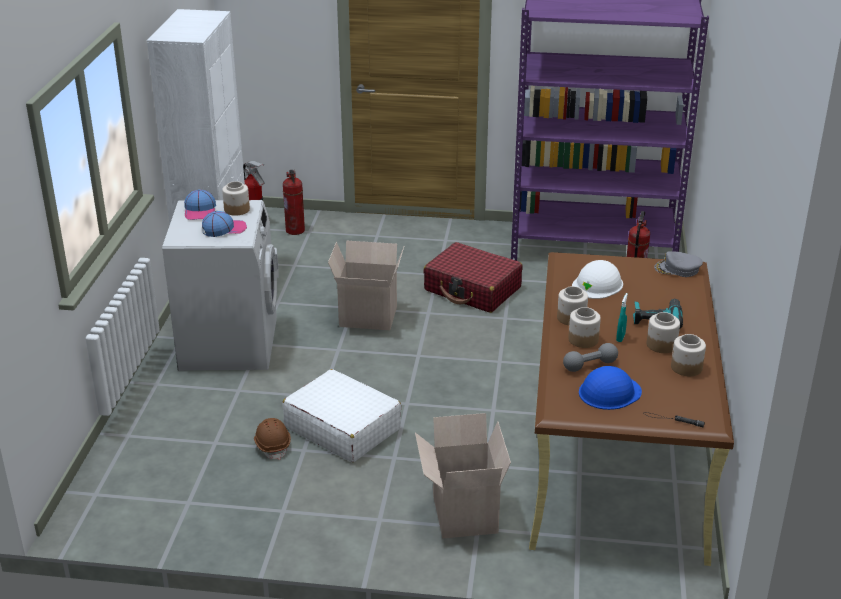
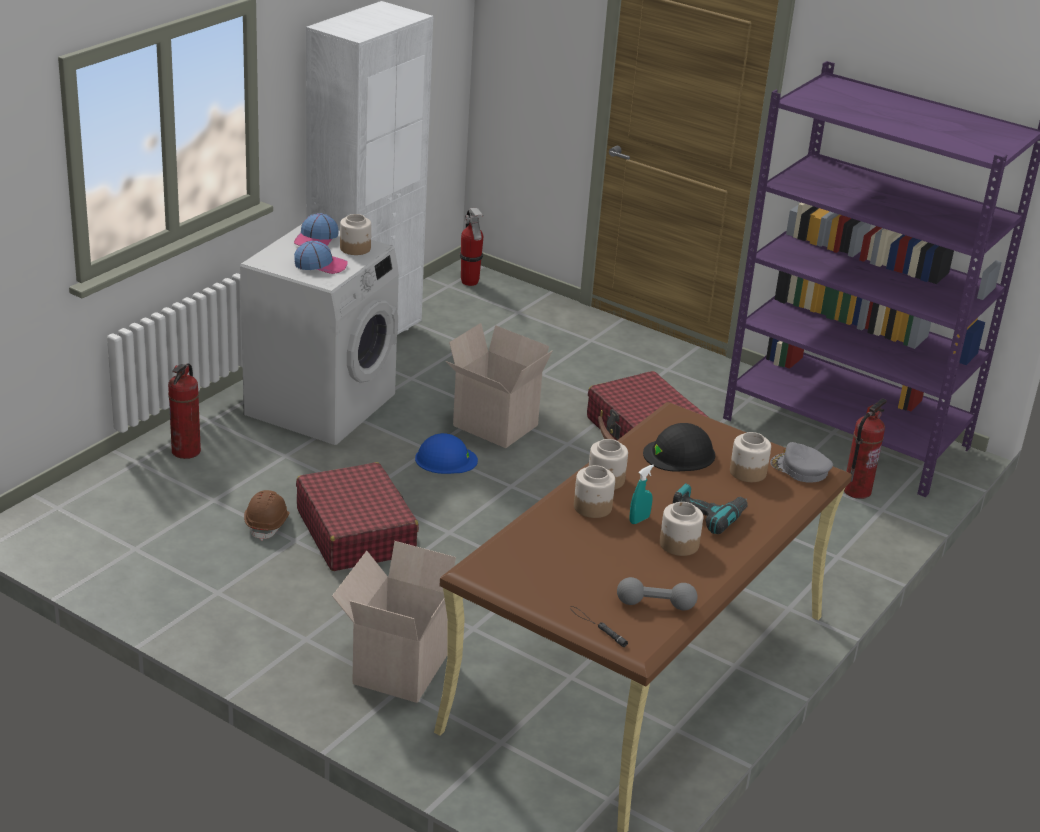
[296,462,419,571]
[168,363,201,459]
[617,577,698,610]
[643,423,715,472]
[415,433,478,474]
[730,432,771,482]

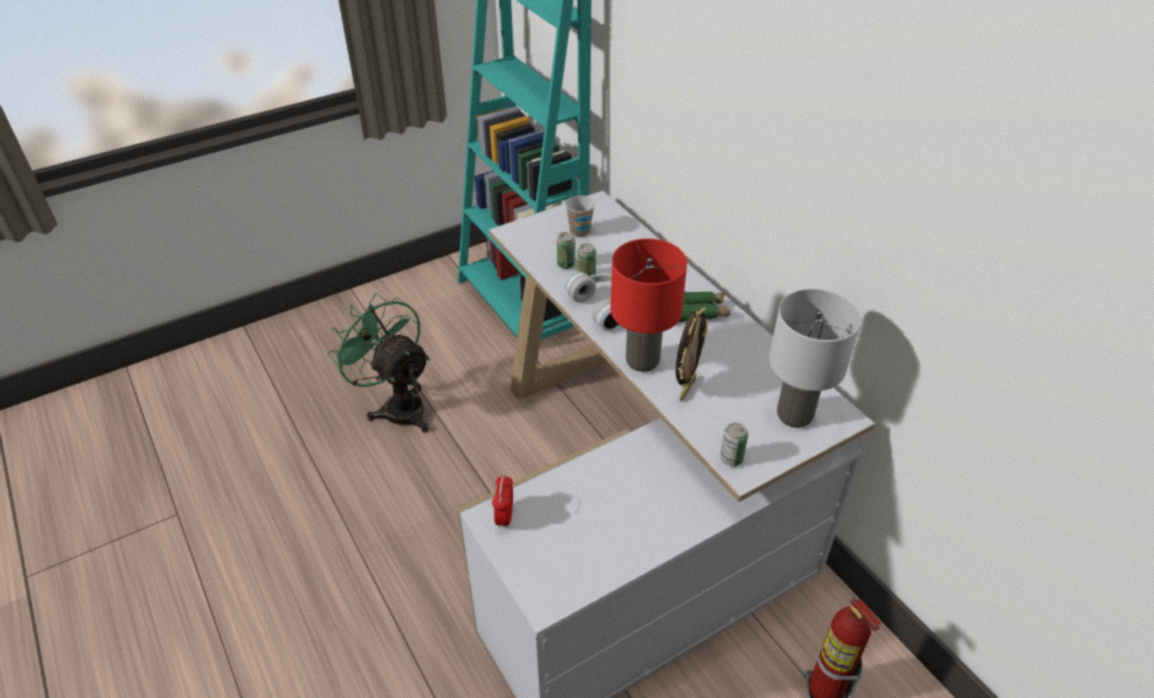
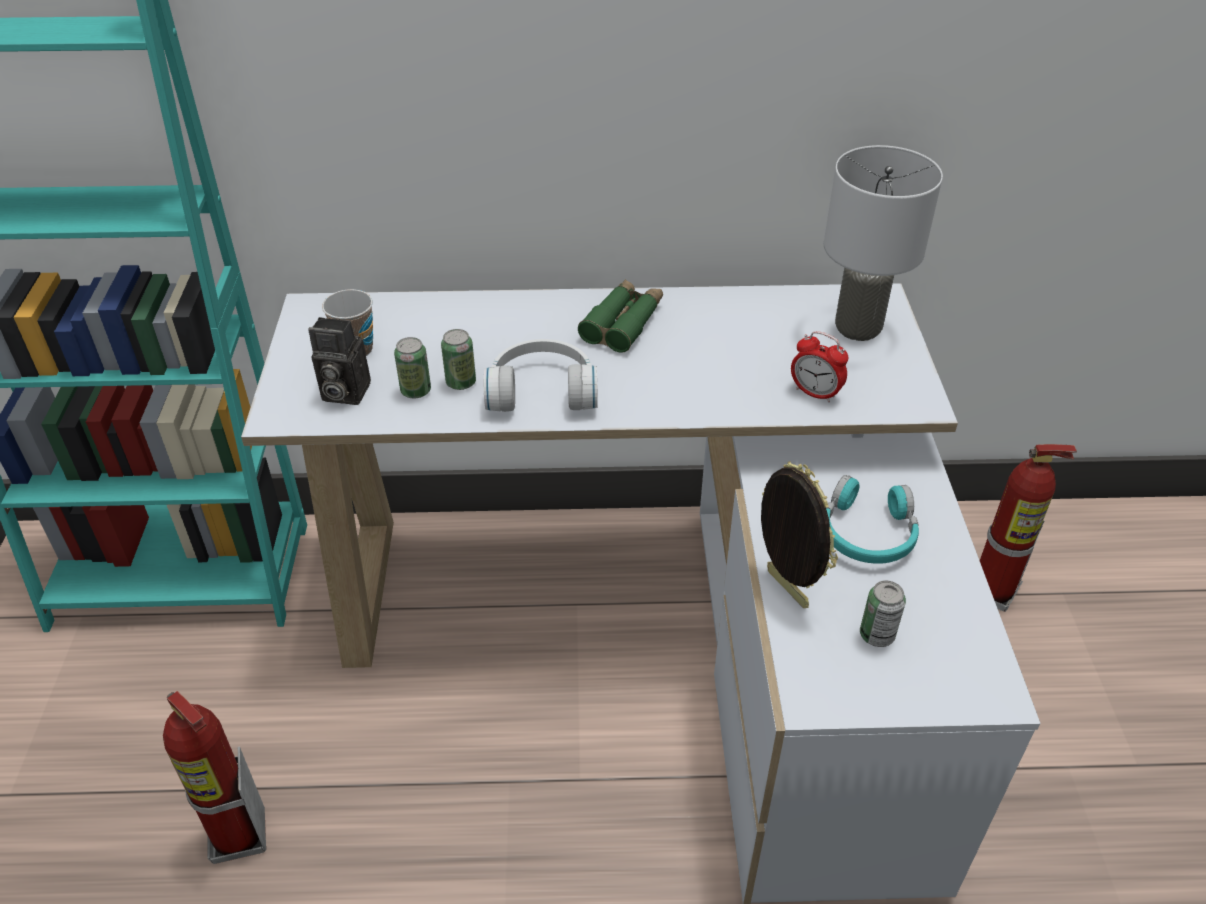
[163,691,266,864]
[791,331,849,403]
[611,239,687,372] (first image)
[761,461,838,608]
[860,581,906,647]
[308,317,371,405]
[826,475,919,564]

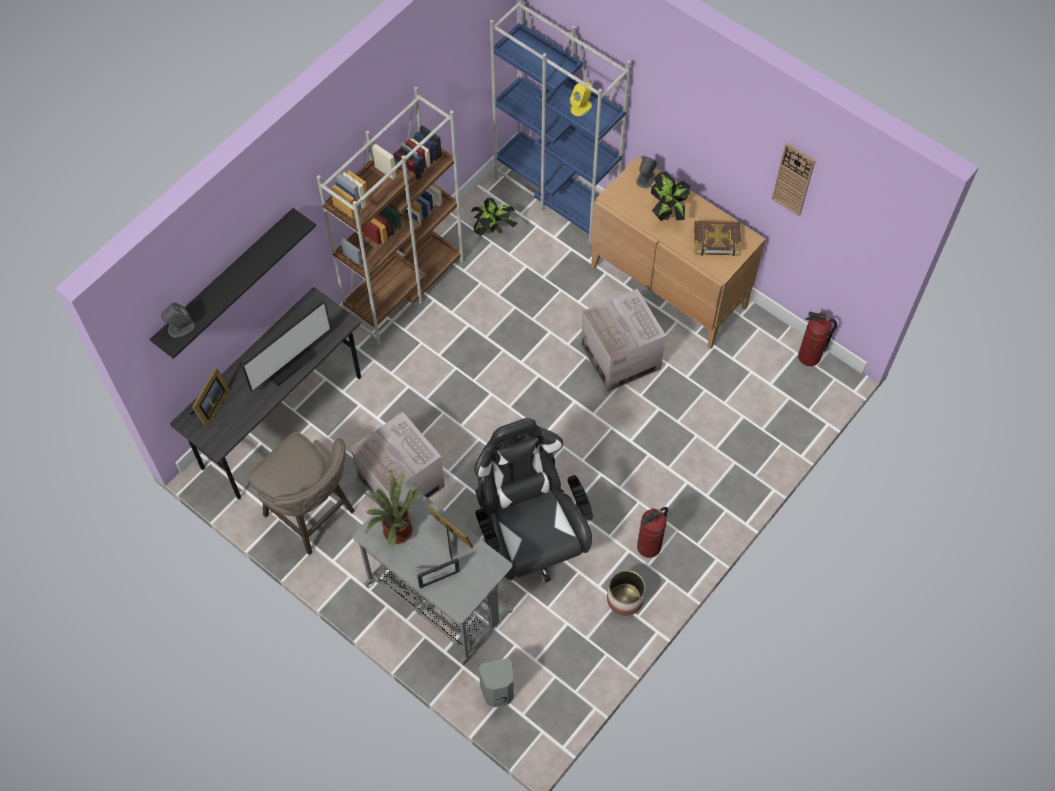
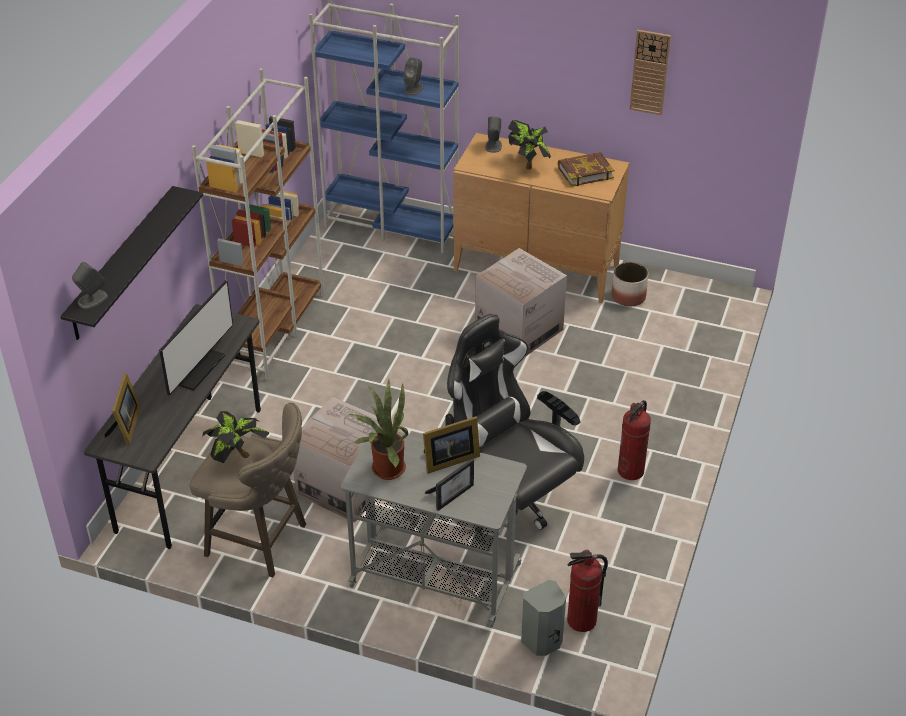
[423,416,480,474]
[202,411,270,463]
[403,57,424,96]
[611,262,648,306]
[567,550,608,632]

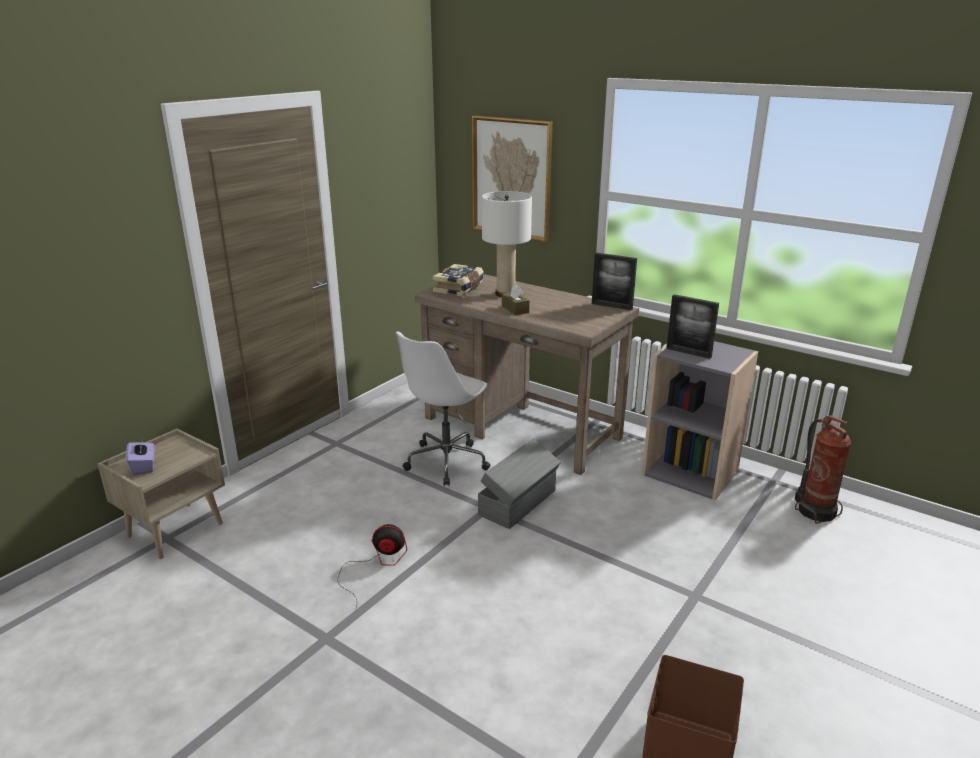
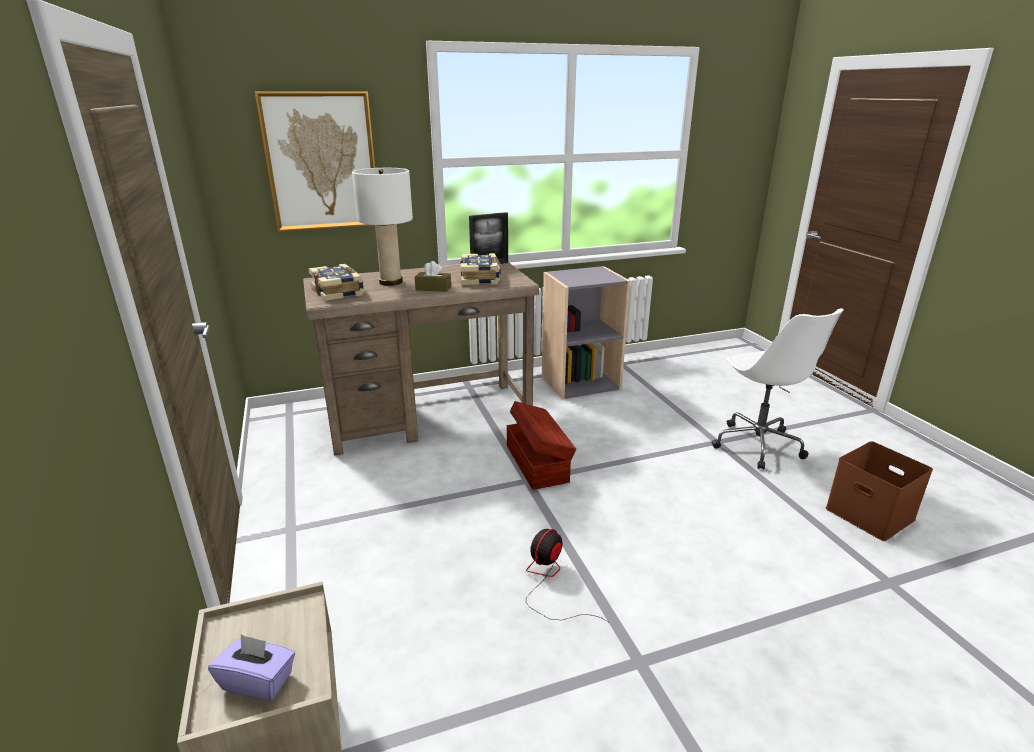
[711,308,844,469]
[507,401,576,490]
[666,294,719,359] (first image)
[795,415,851,524] (first image)
[461,253,501,285]

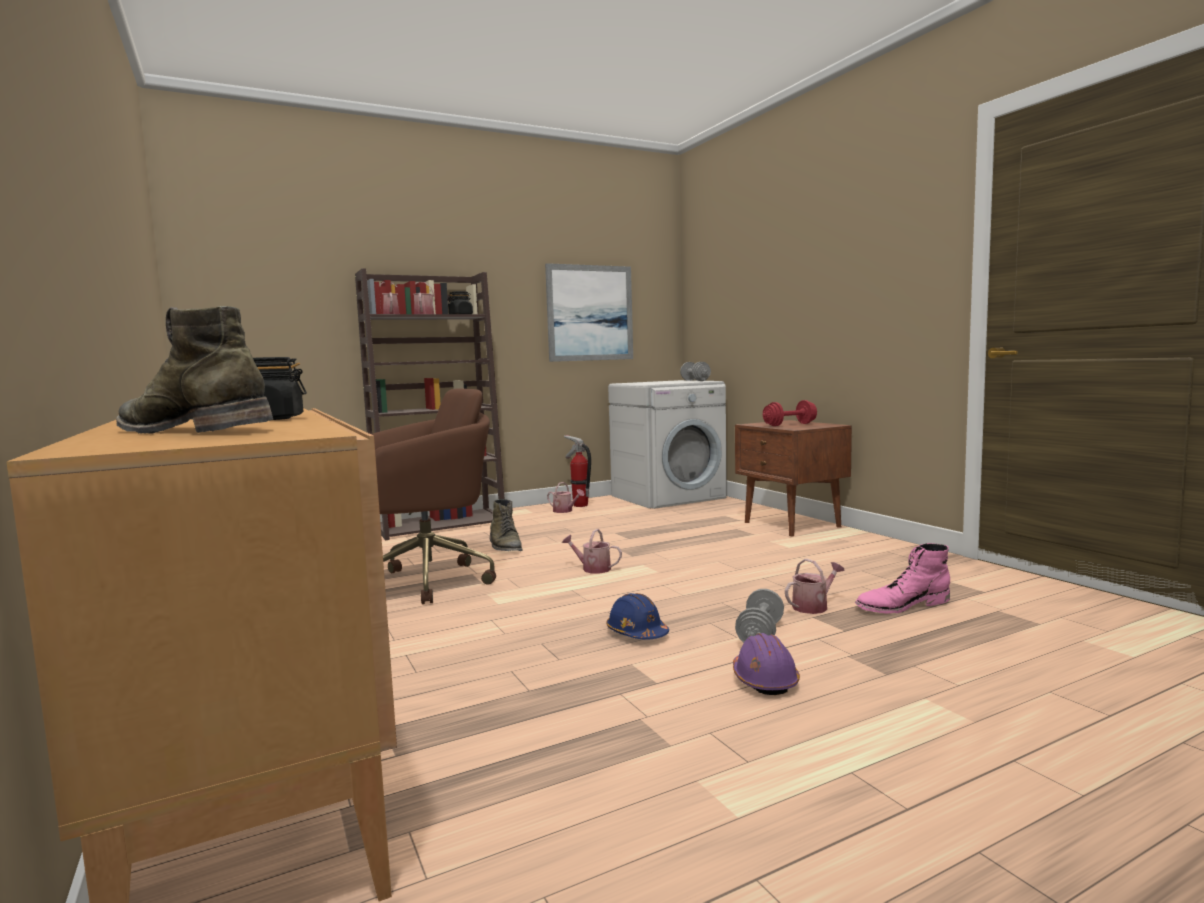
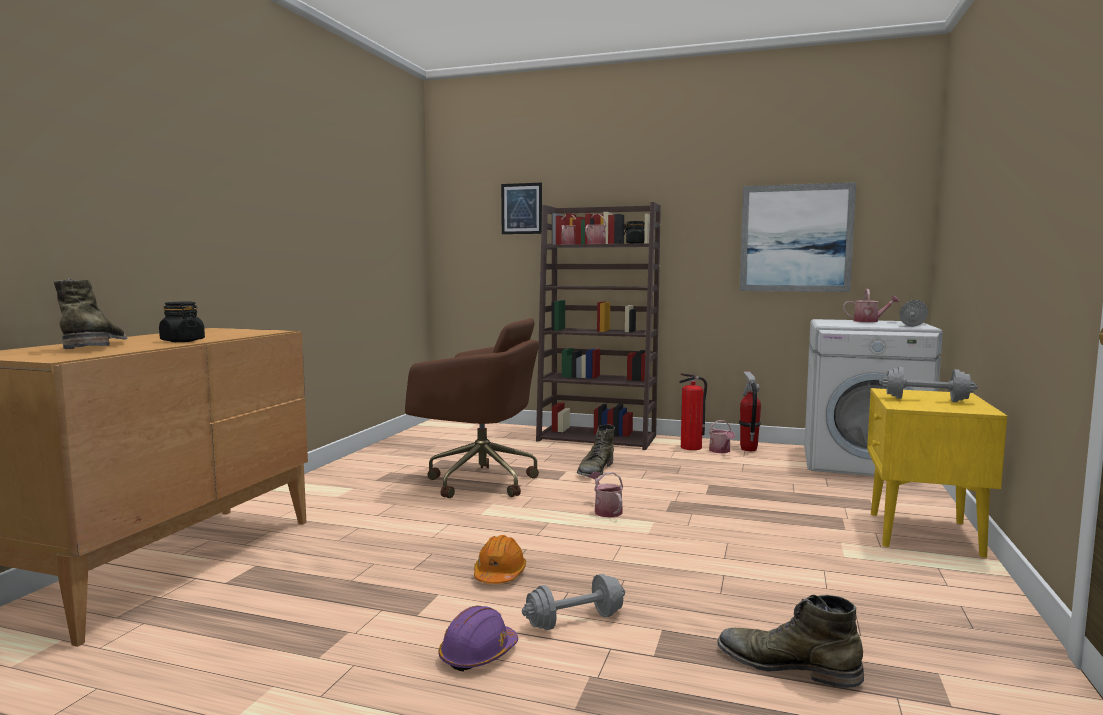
[474,535,526,584]
[867,388,1007,558]
[879,367,978,402]
[843,289,900,322]
[717,595,864,688]
[501,183,542,234]
[679,373,707,450]

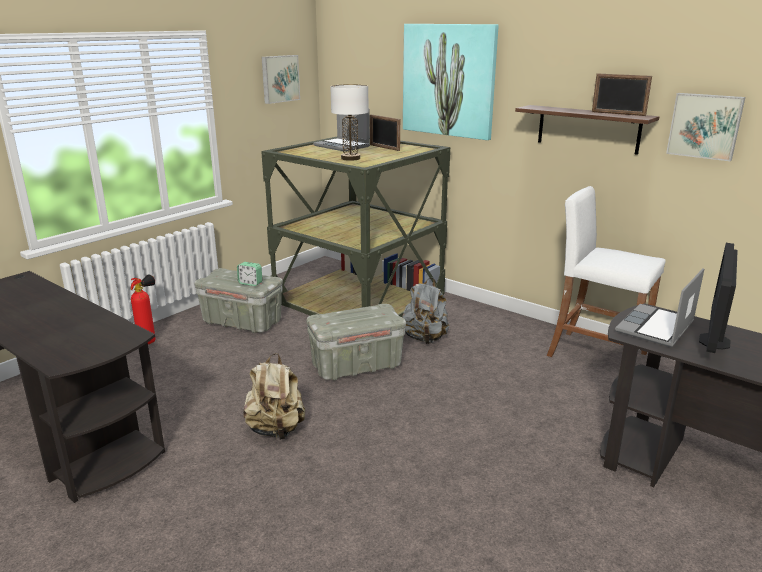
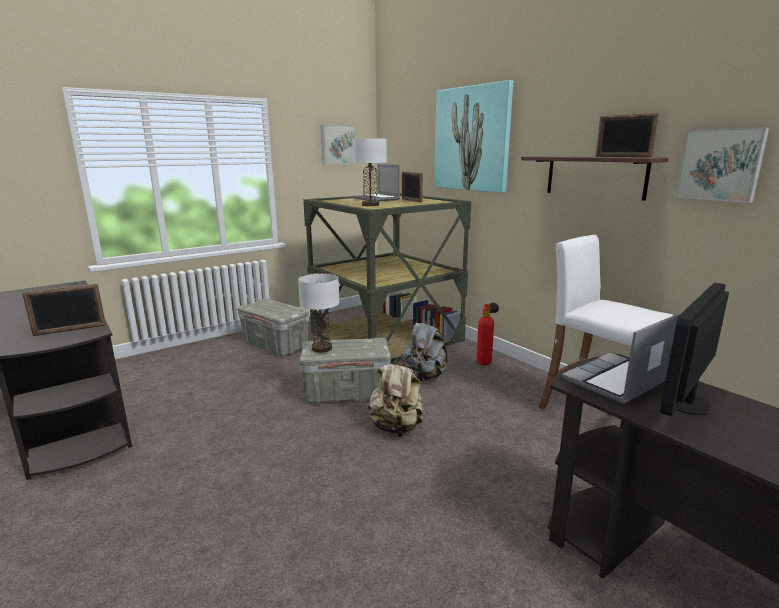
[476,303,499,365]
[237,262,262,286] (first image)
[368,356,425,437]
[22,283,106,336]
[298,273,339,353]

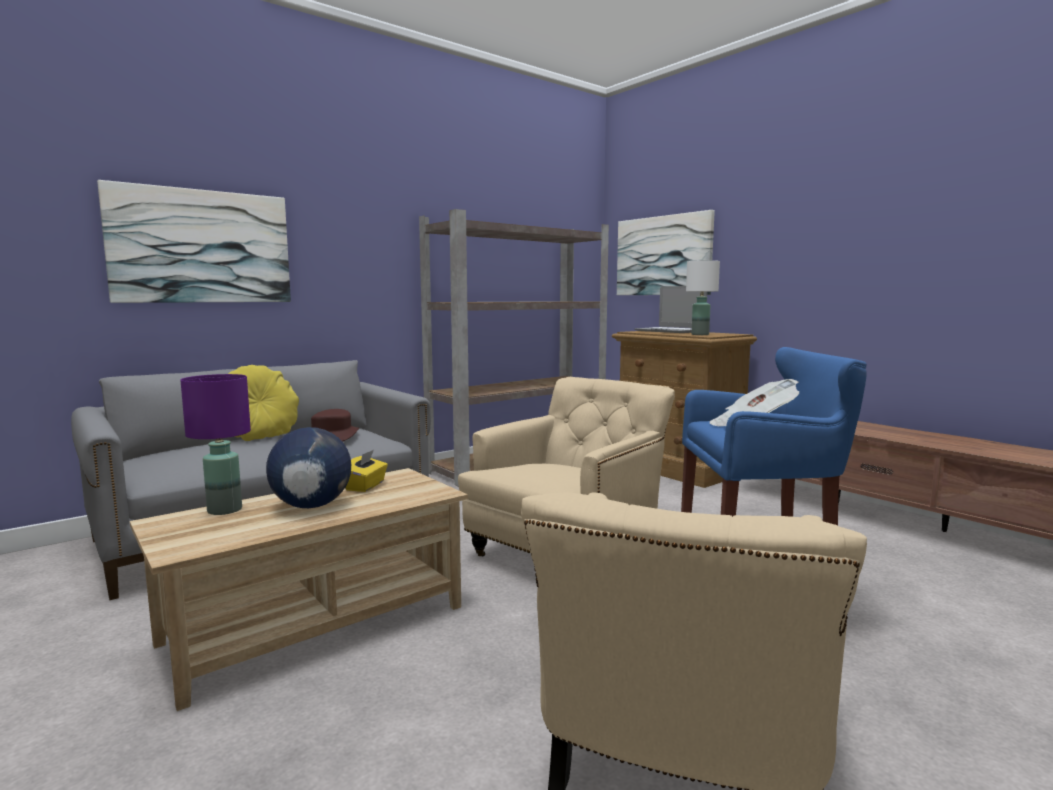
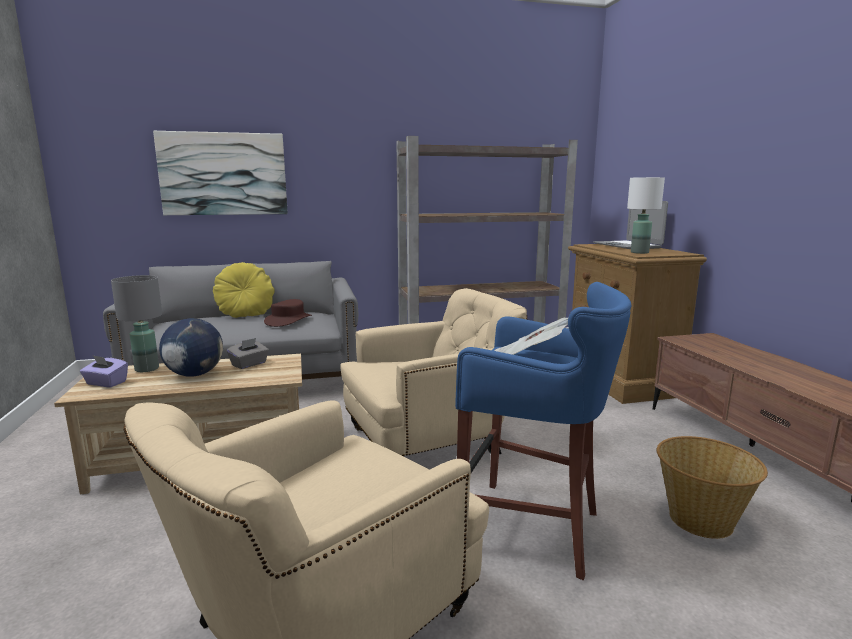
[111,275,162,372]
[227,338,269,369]
[617,210,715,295] (first image)
[80,355,128,388]
[657,436,768,539]

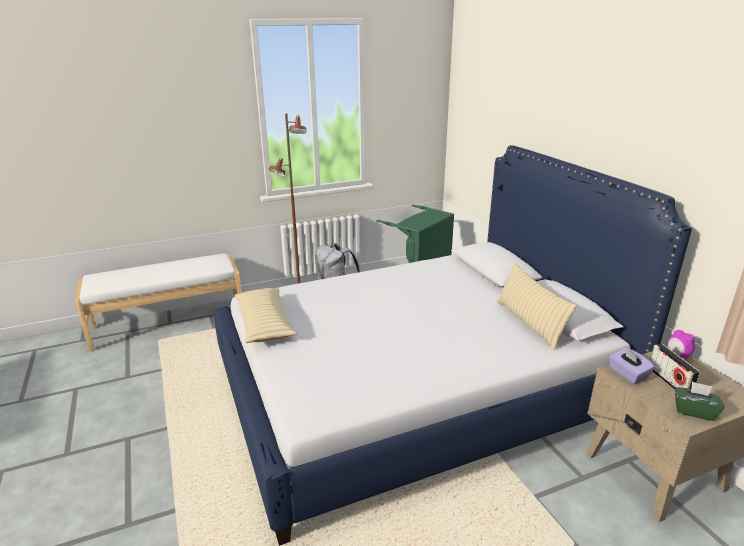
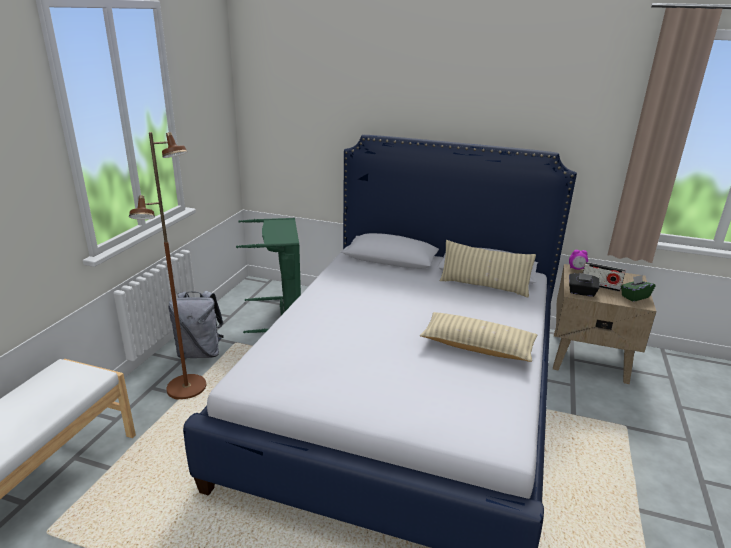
[420,312,537,362]
[569,273,599,297]

